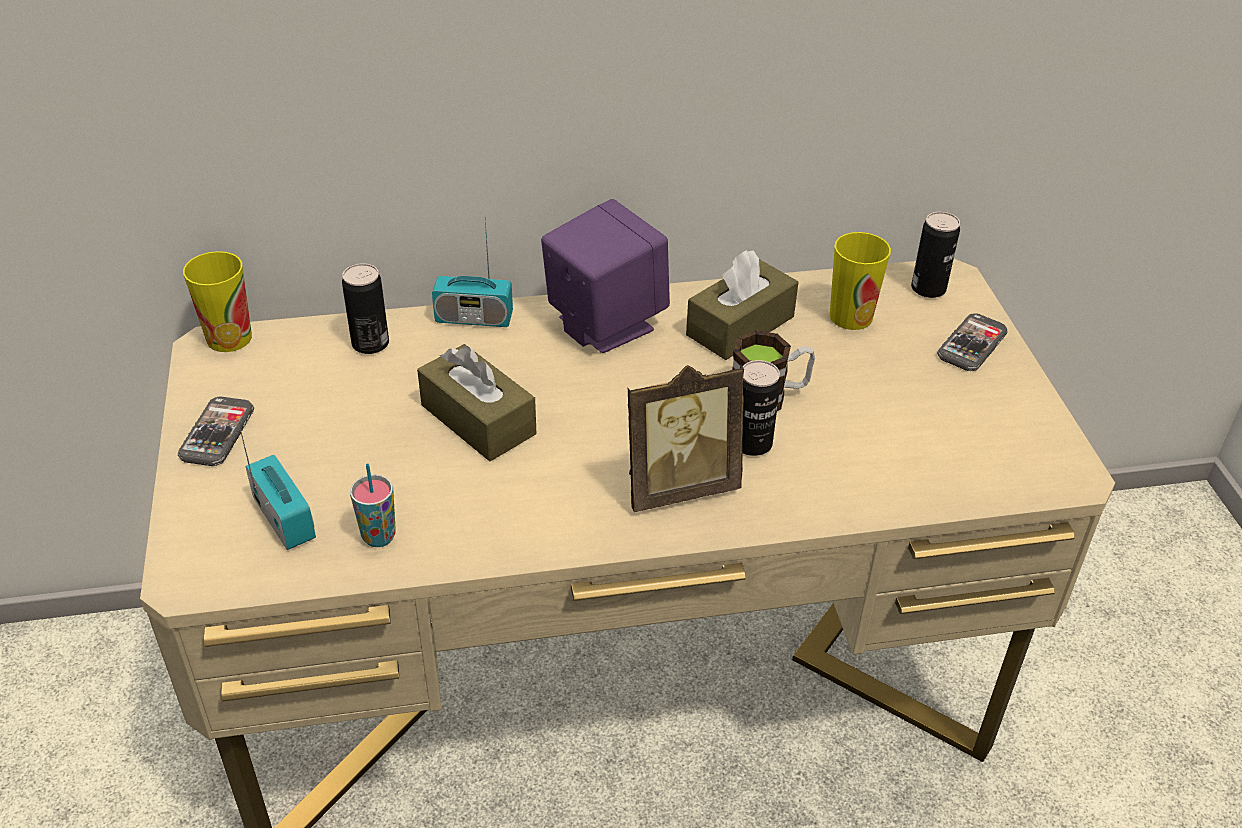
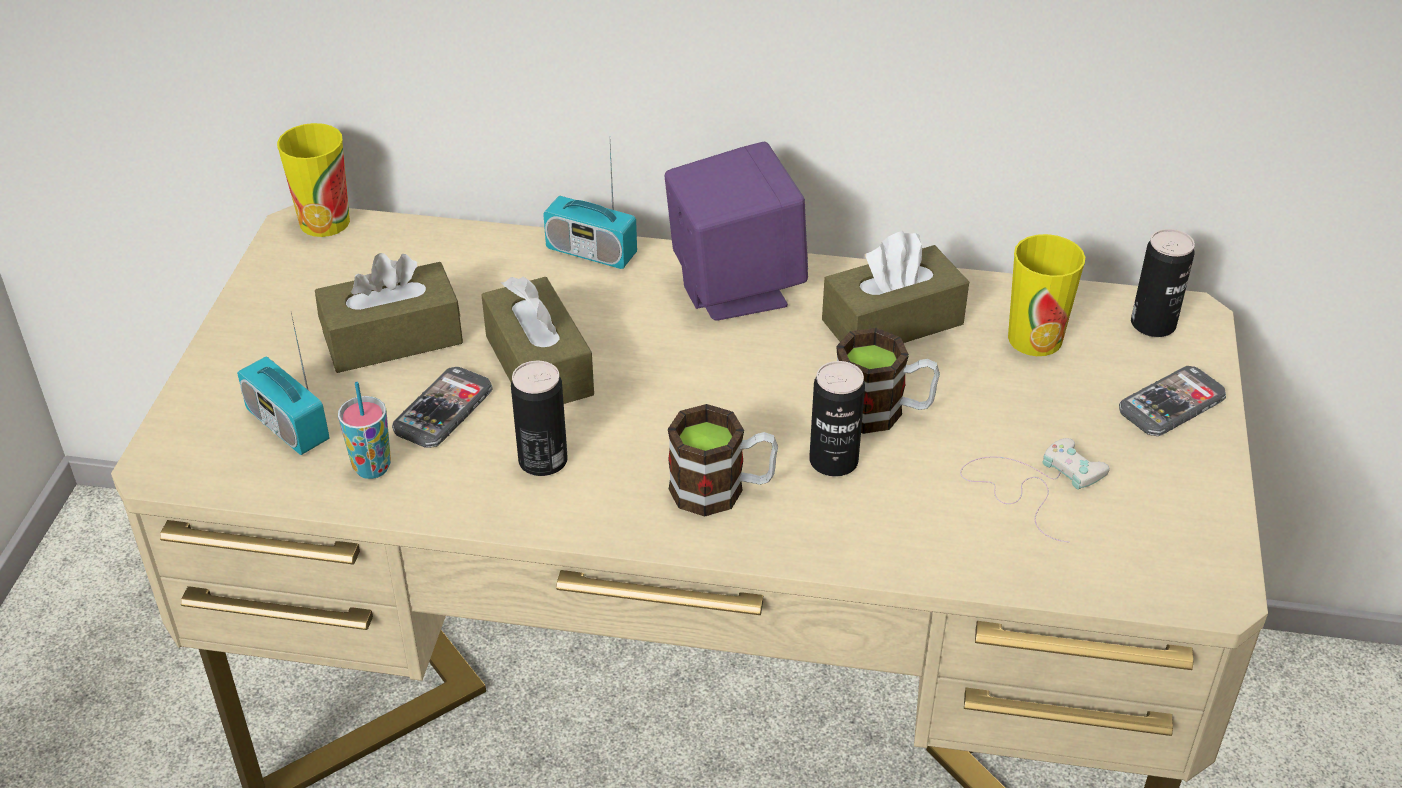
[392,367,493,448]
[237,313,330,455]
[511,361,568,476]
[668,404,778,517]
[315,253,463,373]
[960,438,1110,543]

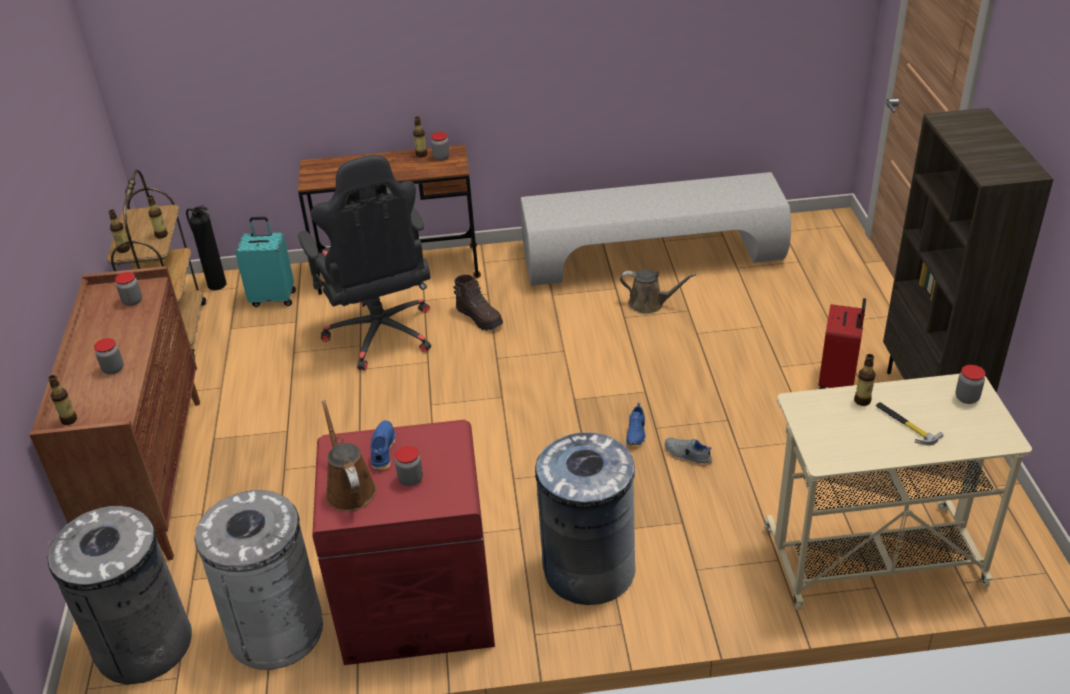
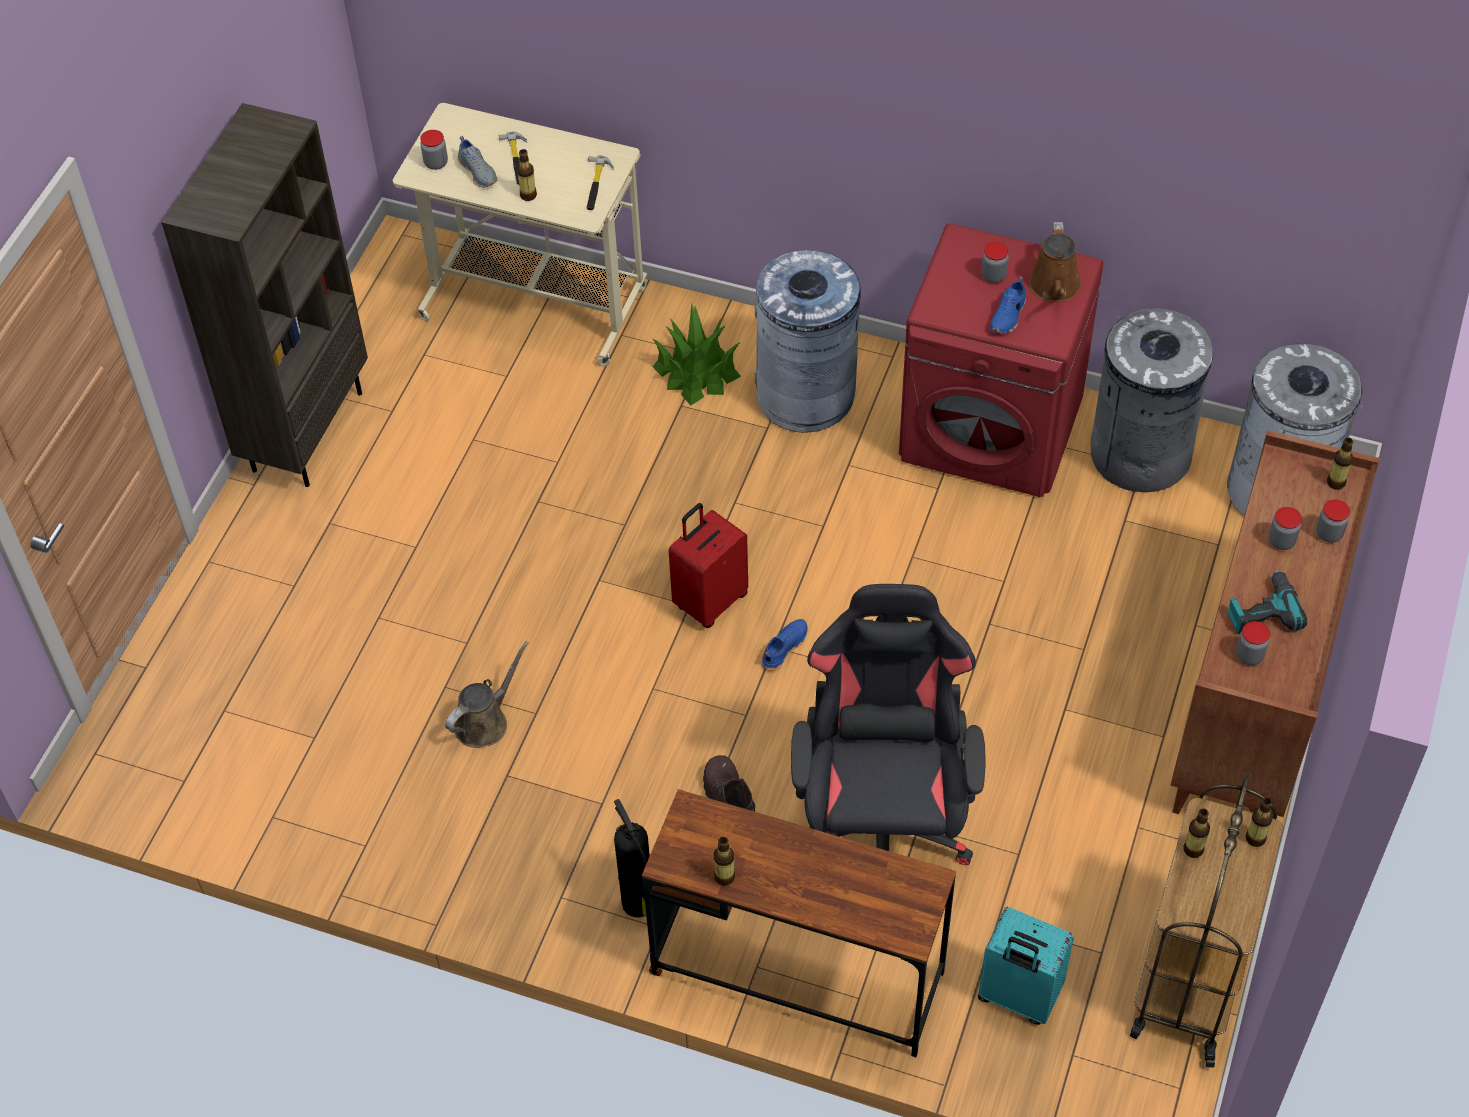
[614,799,650,917]
[1316,499,1350,543]
[520,172,791,286] (first image)
[445,641,529,748]
[762,619,808,671]
[457,136,497,188]
[669,503,748,628]
[586,155,614,210]
[652,302,741,405]
[1227,568,1307,634]

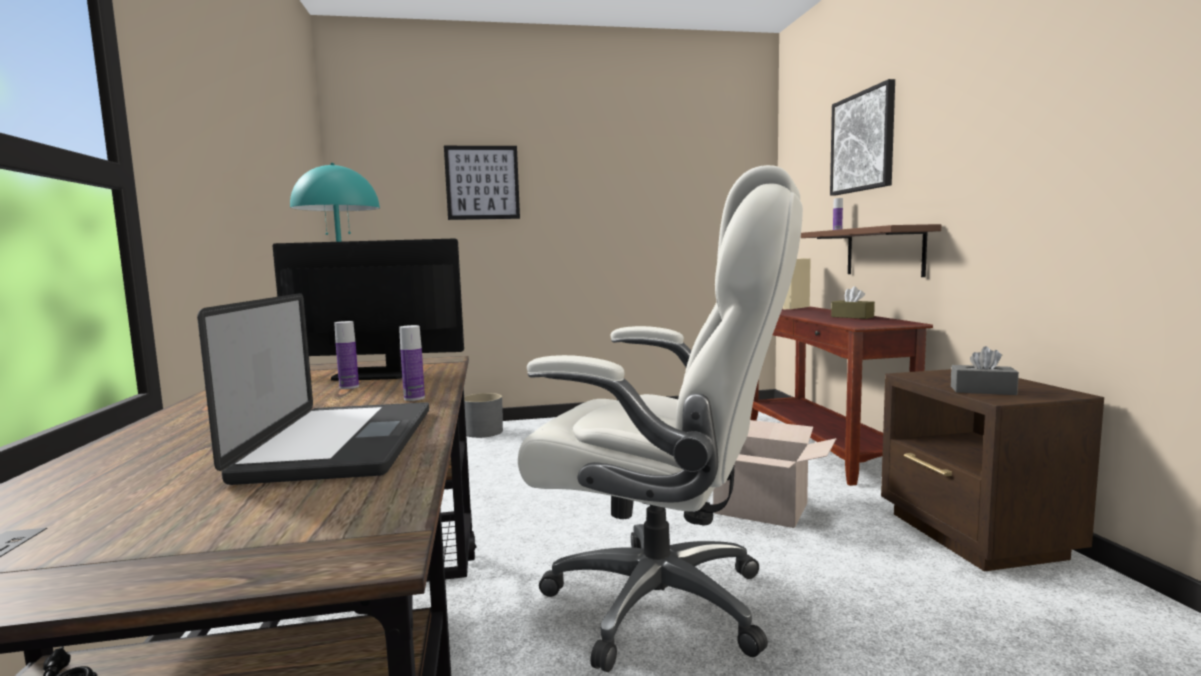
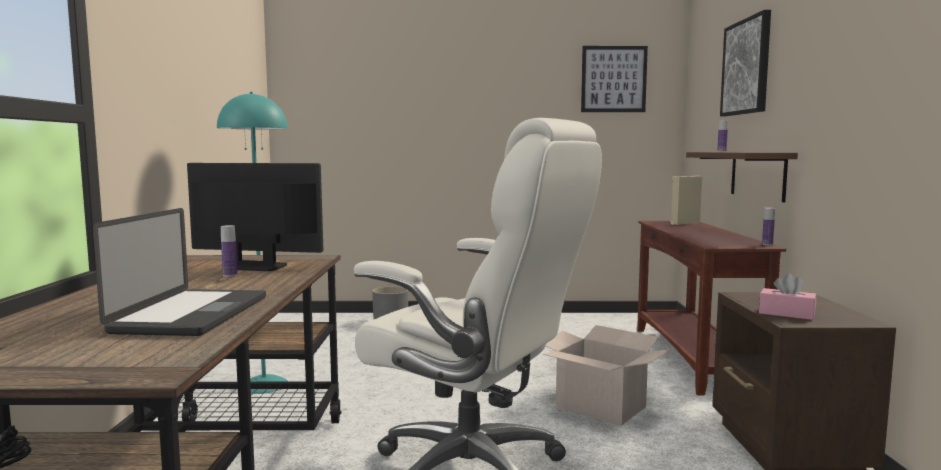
[762,208,775,245]
[581,46,648,112]
[831,286,875,319] (first image)
[759,273,816,320]

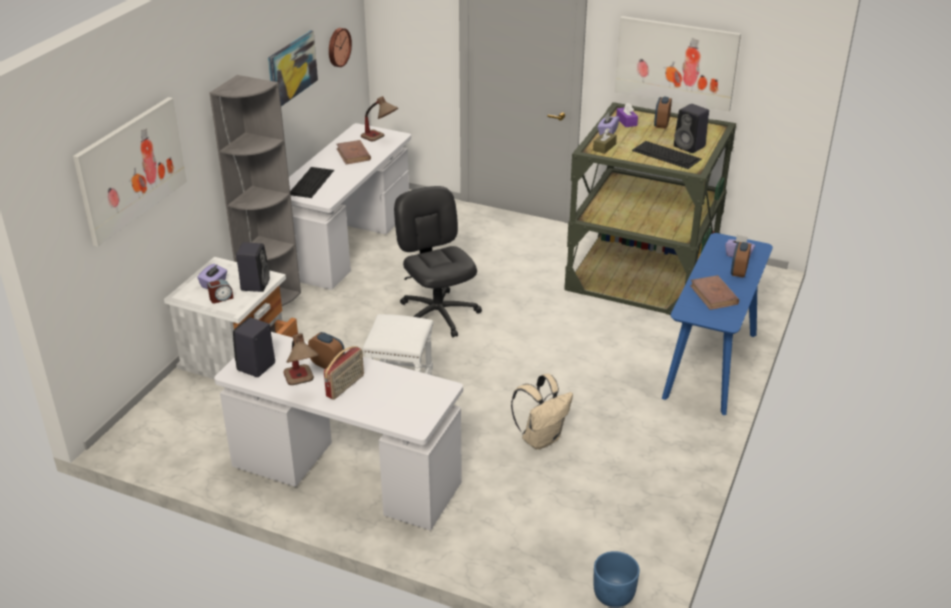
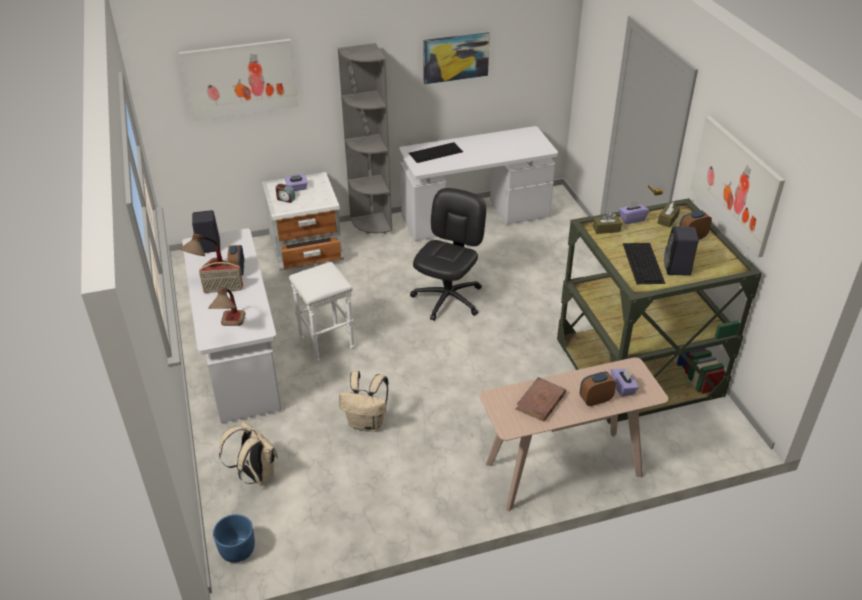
[236,242,270,292] (first image)
[329,28,352,67] (first image)
[336,140,371,164] (first image)
[208,287,246,326]
[658,202,680,227]
[480,357,668,512]
[219,422,278,485]

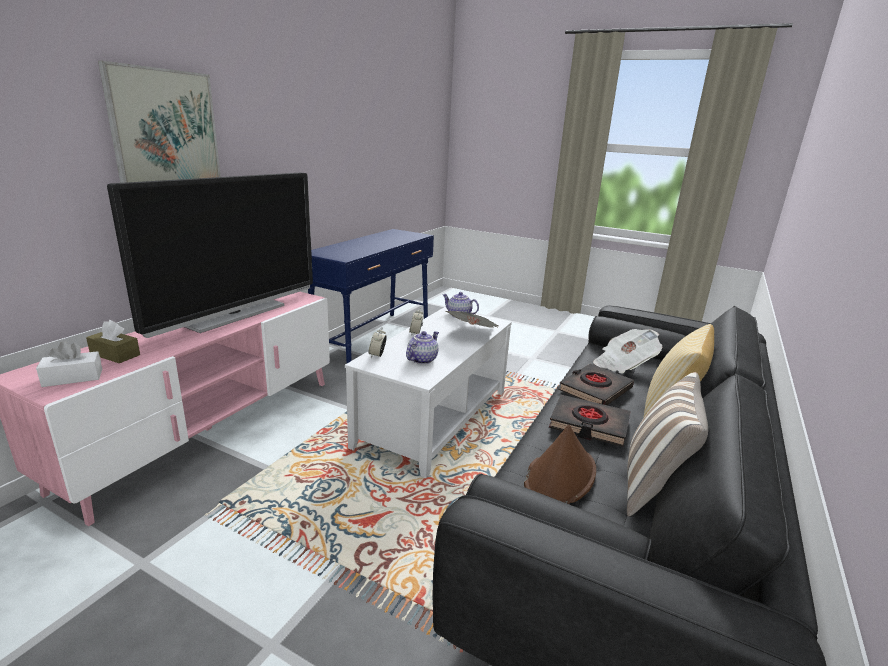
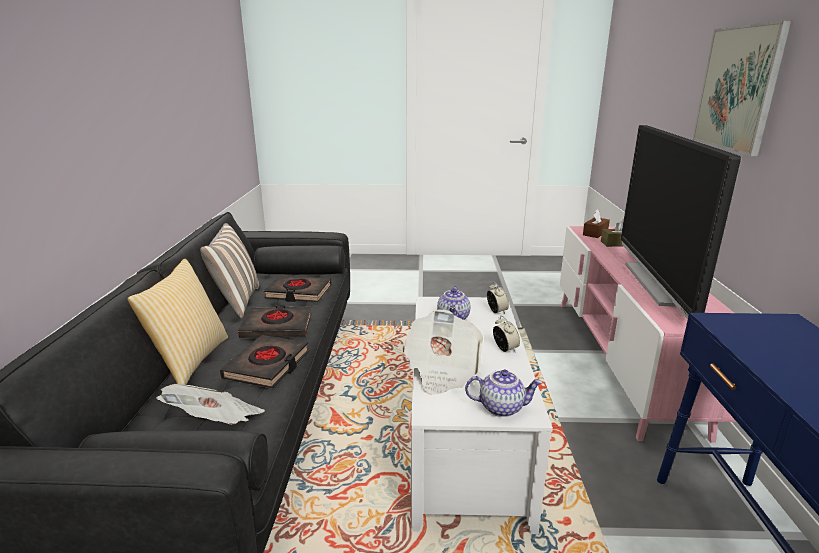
[583,209,610,238]
[264,275,331,302]

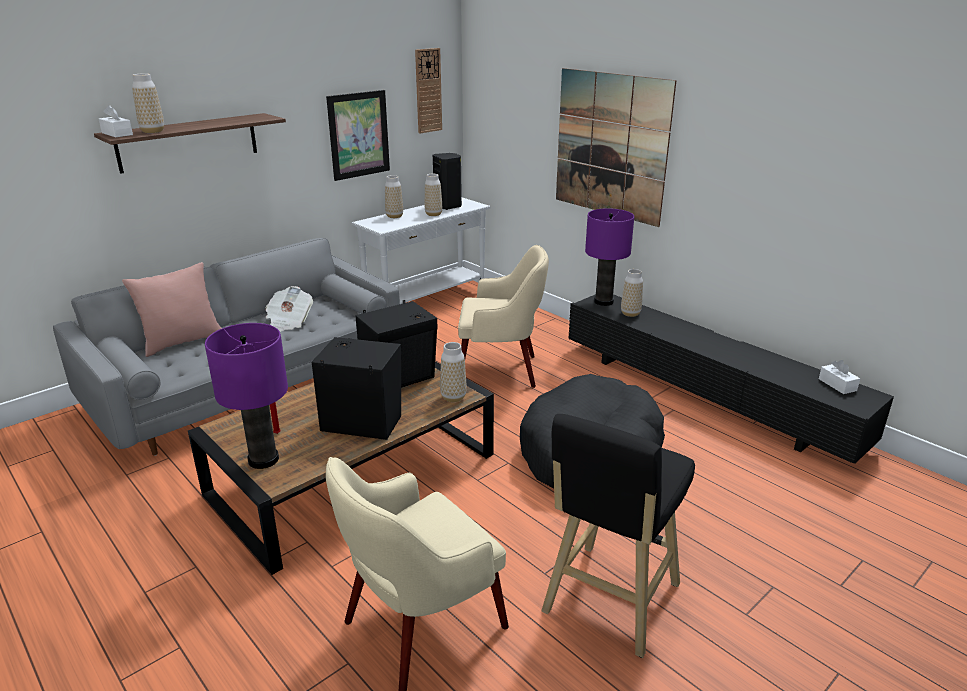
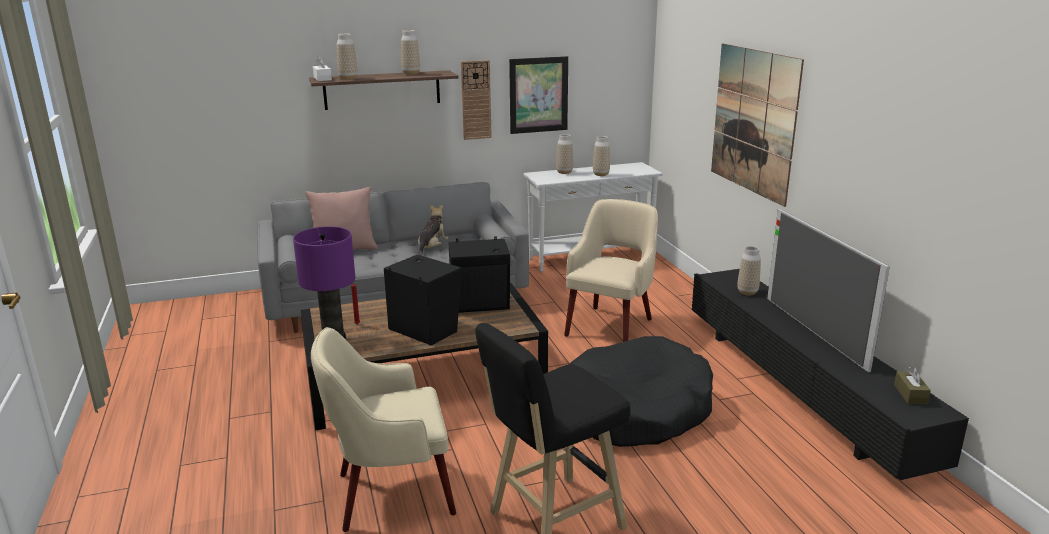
[418,205,449,256]
[461,60,492,140]
[433,153,462,210] (first image)
[401,30,420,75]
[564,199,658,342]
[585,208,634,306] (first image)
[894,366,931,404]
[767,209,890,372]

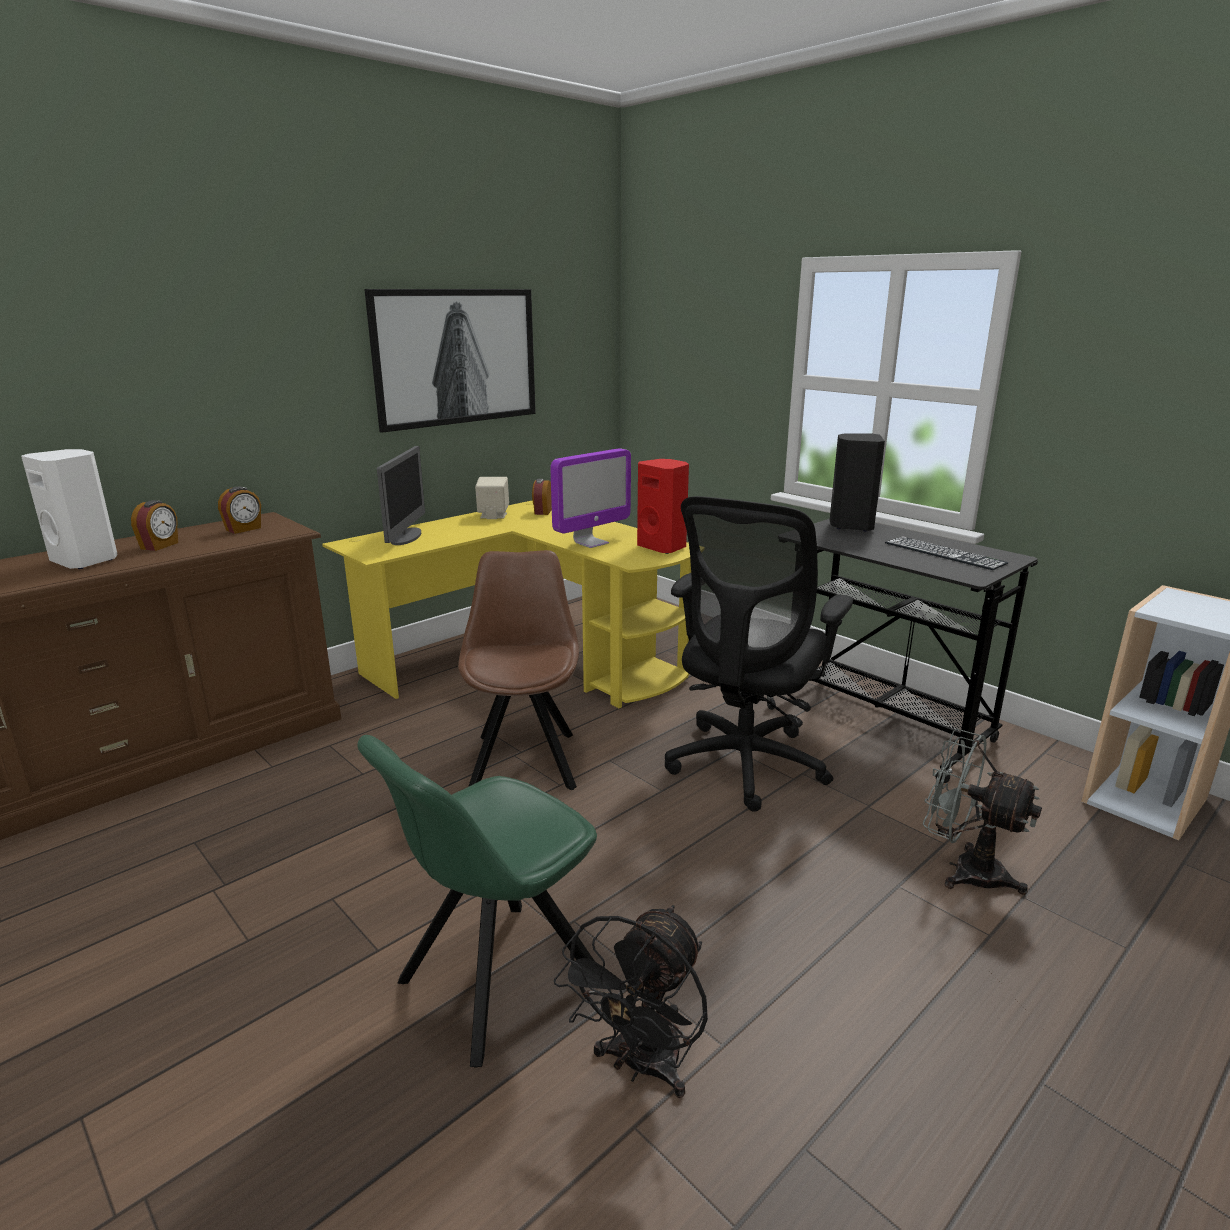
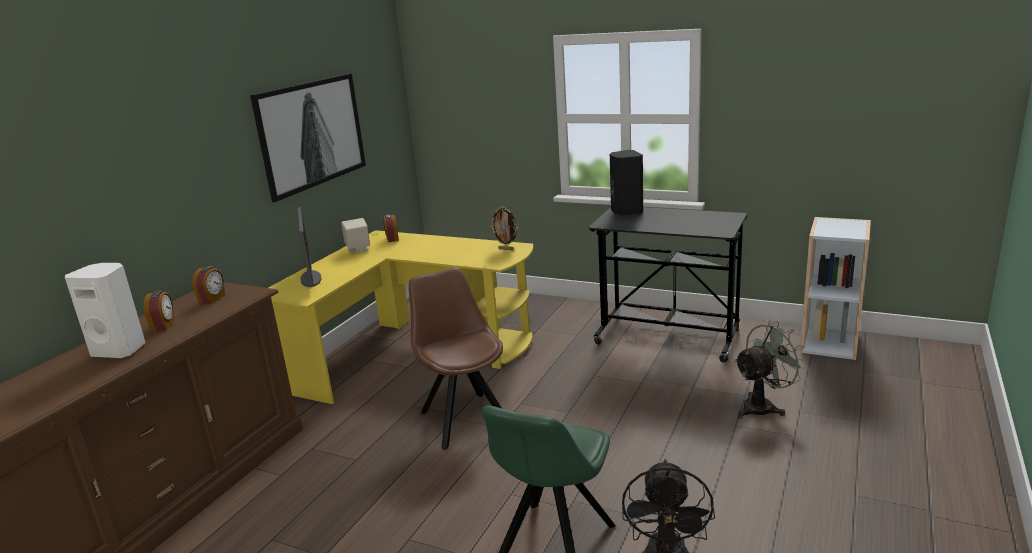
[551,448,631,548] (first image)
[491,206,518,250]
[665,496,853,812] (first image)
[885,537,1009,570] (first image)
[734,321,808,418]

